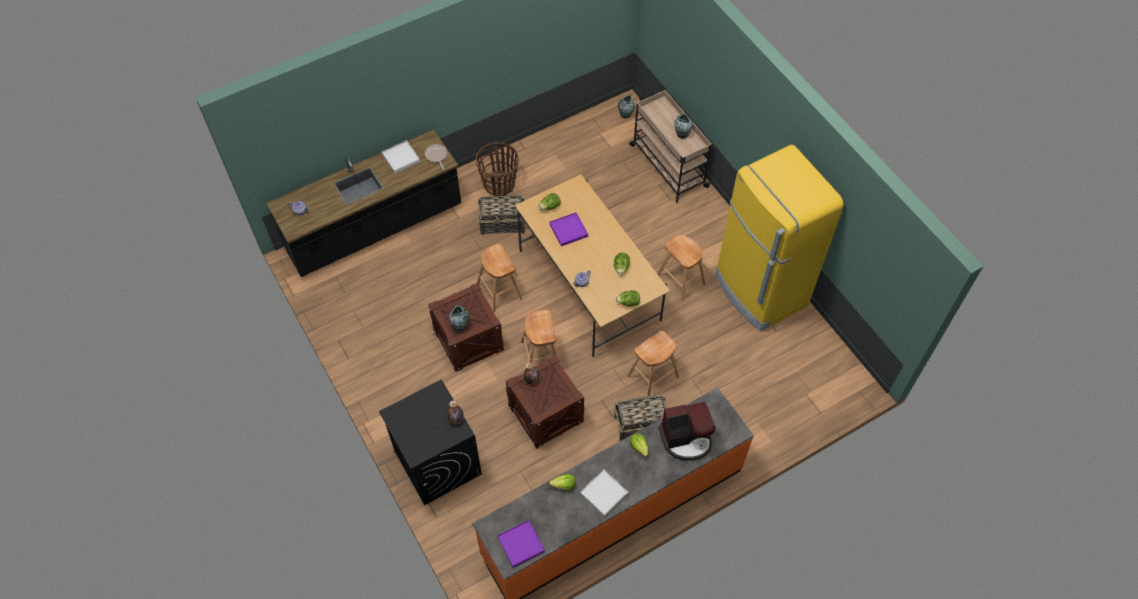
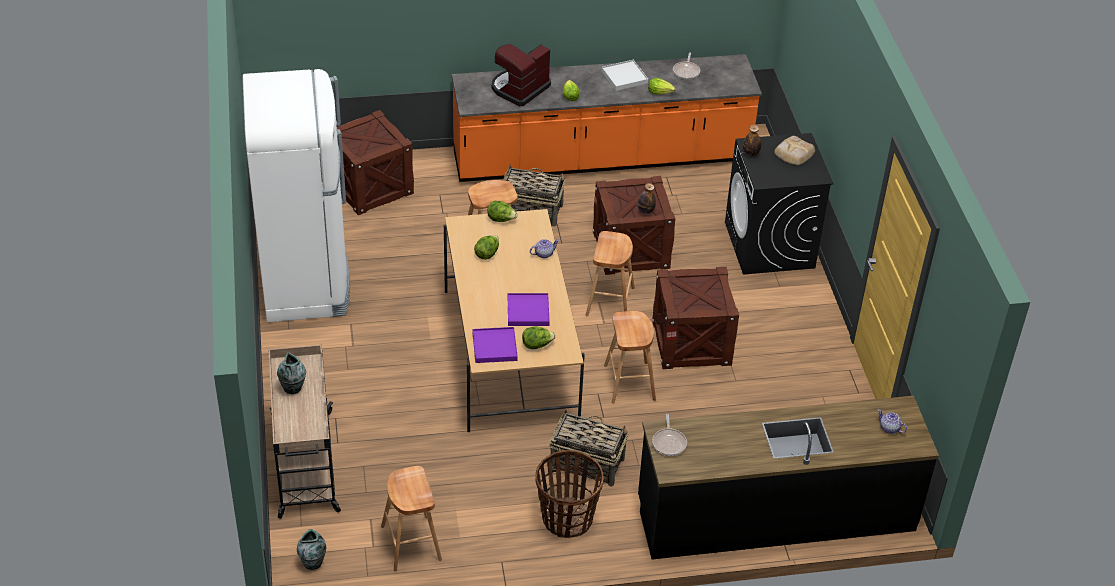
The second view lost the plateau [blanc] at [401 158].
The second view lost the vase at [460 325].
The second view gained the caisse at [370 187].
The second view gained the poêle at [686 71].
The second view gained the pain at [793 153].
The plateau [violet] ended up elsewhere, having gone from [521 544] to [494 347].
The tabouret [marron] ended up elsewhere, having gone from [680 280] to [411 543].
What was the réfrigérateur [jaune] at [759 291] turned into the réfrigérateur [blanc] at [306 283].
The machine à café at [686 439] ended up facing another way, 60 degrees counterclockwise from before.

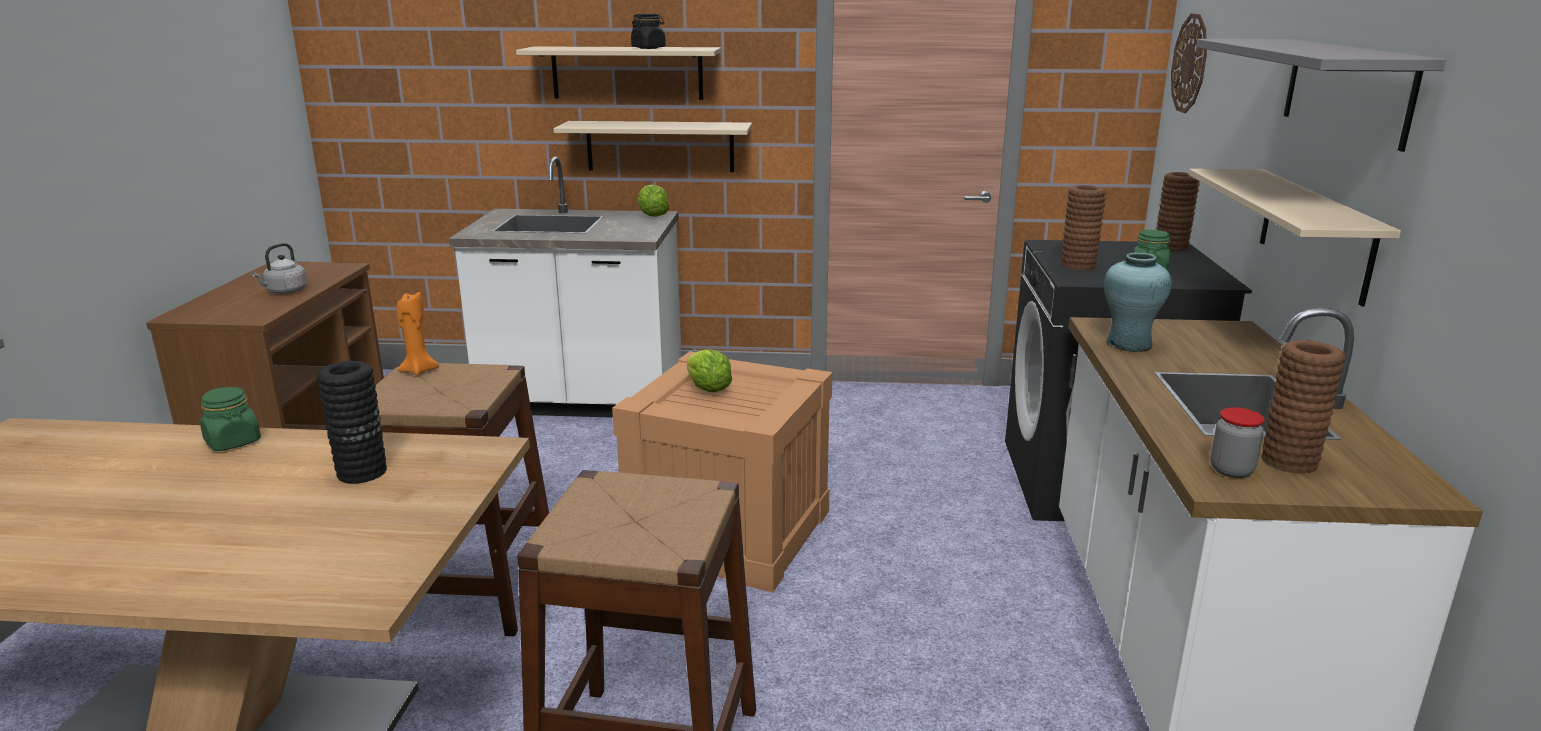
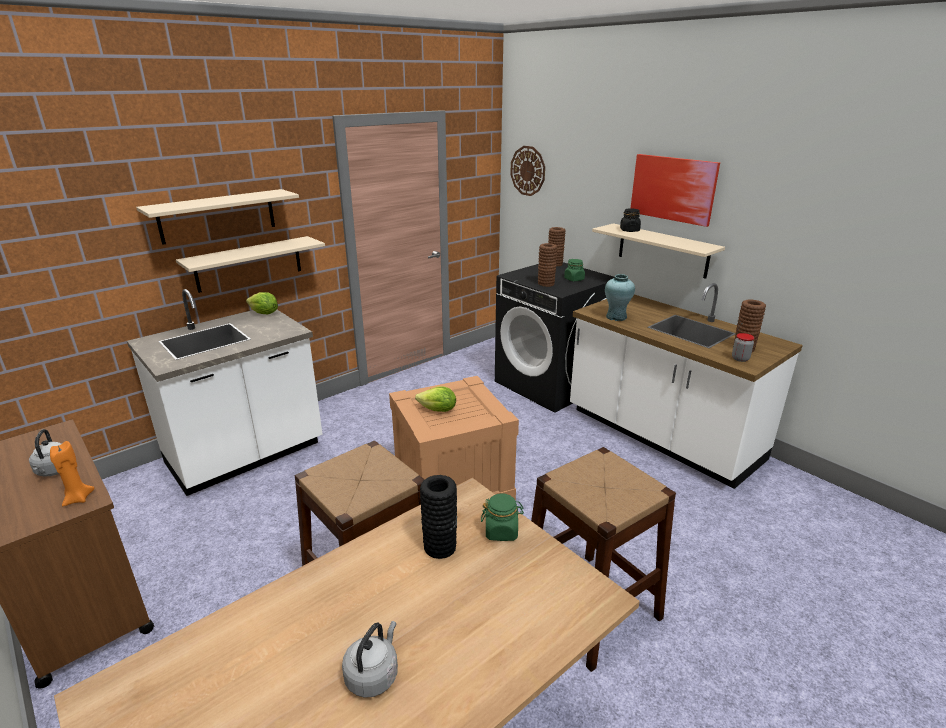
The second view gained the bouilloire [gris] at [373 674].
The bocal [vert] ended up elsewhere, having gone from [233 442] to [501 531].
The bougie [orange] ended up elsewhere, having gone from [418 370] to [78 498].
The bocal [noir] ended up elsewhere, having gone from [648 48] to [629 230].
Where the étagère [gris] hung at [1347 90], the tableau came to hang at [673 189].

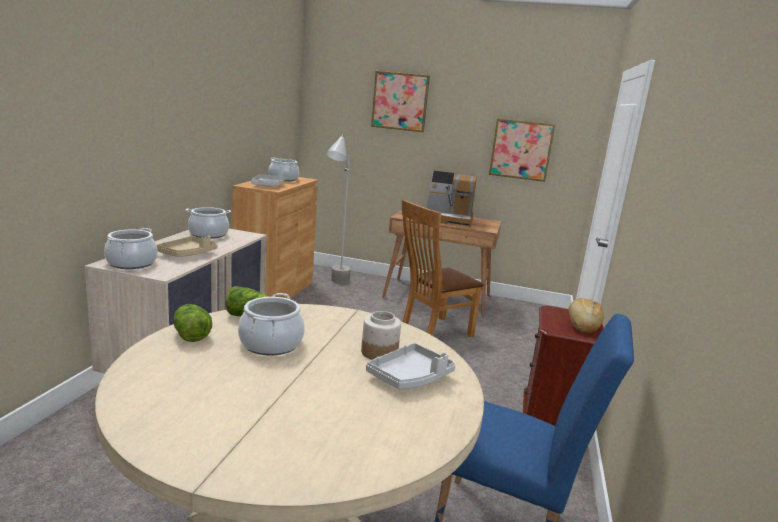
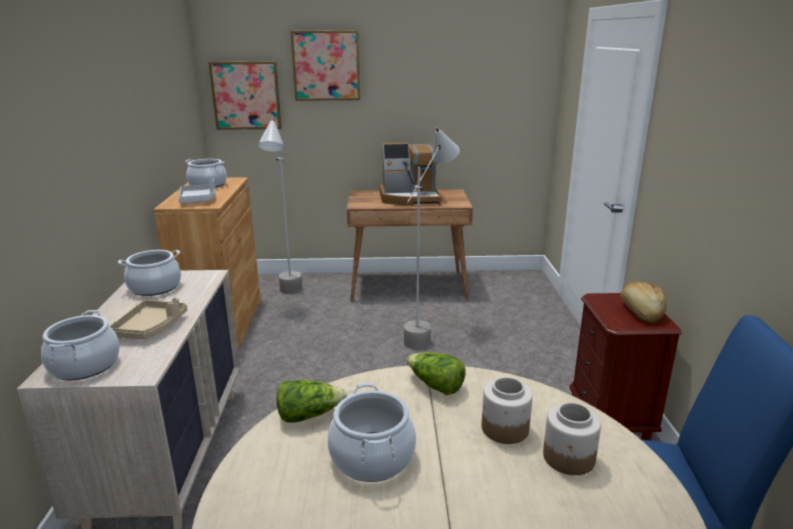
The laitue ended up elsewhere, having gone from [190 334] to [435 385].
The tableau ended up elsewhere, having gone from [521 149] to [246 95].
Where the plateau [gris] stood at [410 377], the bocal came to stand at [569 458].
Where the chaise [marron] stood at [432 331], the lampadaire [gris] came to stand at [428 333].

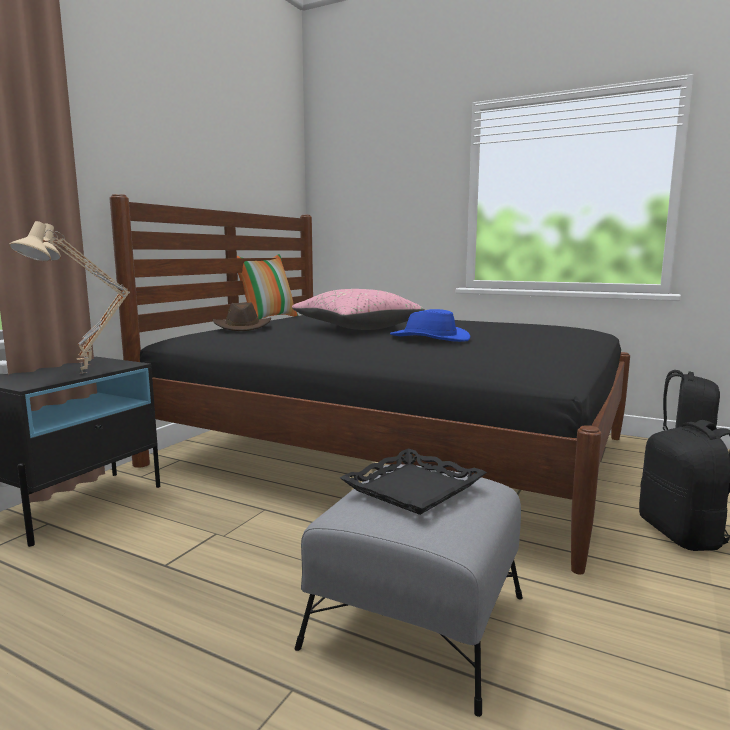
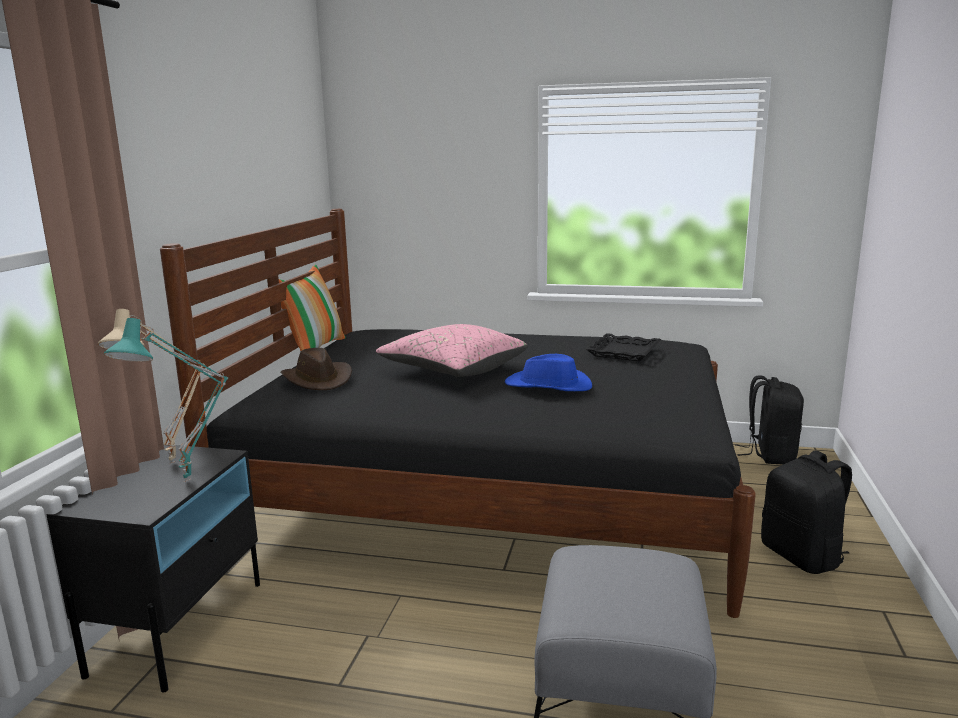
The plateau [noir] ended up elsewhere, having gone from [414 489] to [624 352].
What was the lampe de table [beige] at [84 374] turned into the lampe de table [turquoise] at [189 482].

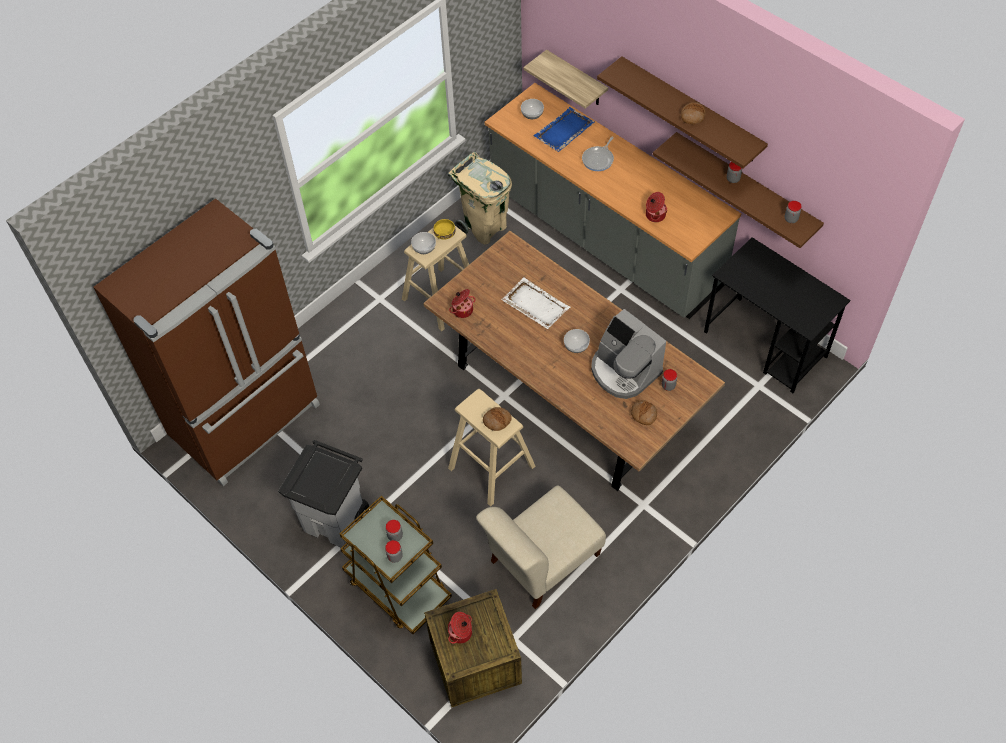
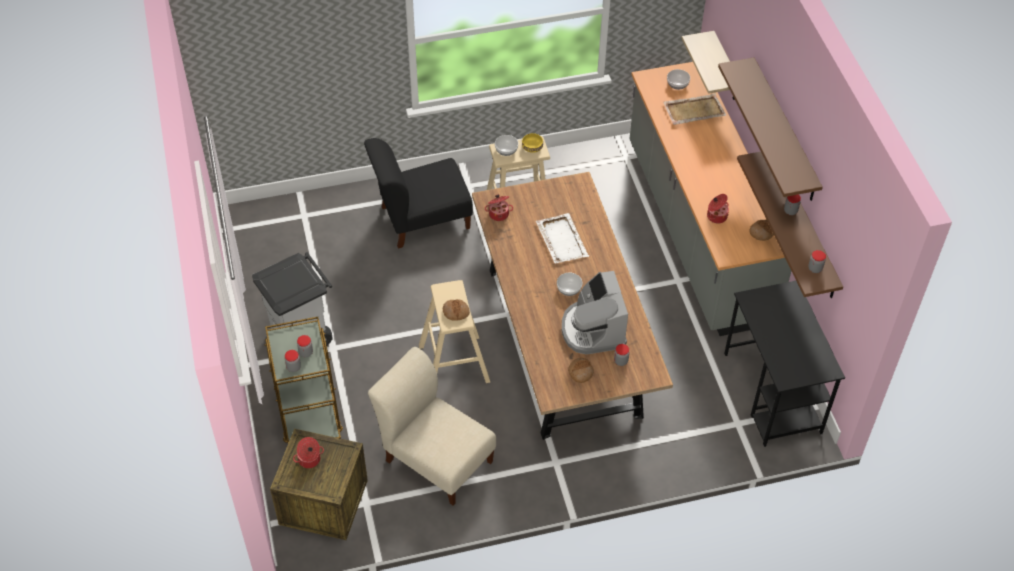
The second view lost the réfrigérateur [marron] at [248 422].
The second view lost the poubelle [beige] at [484 228].
The second view lost the poêle at [599 159].
The second view gained the chaise [noir] at [421 219].
The pain ended up elsewhere, having gone from [692 116] to [762 232].
What was the plateau [bleu] at [563 131] turned into the plateau [beige] at [693 111].
The chaise [beige] at [541 561] ended up facing another way, 45 degrees clockwise from before.

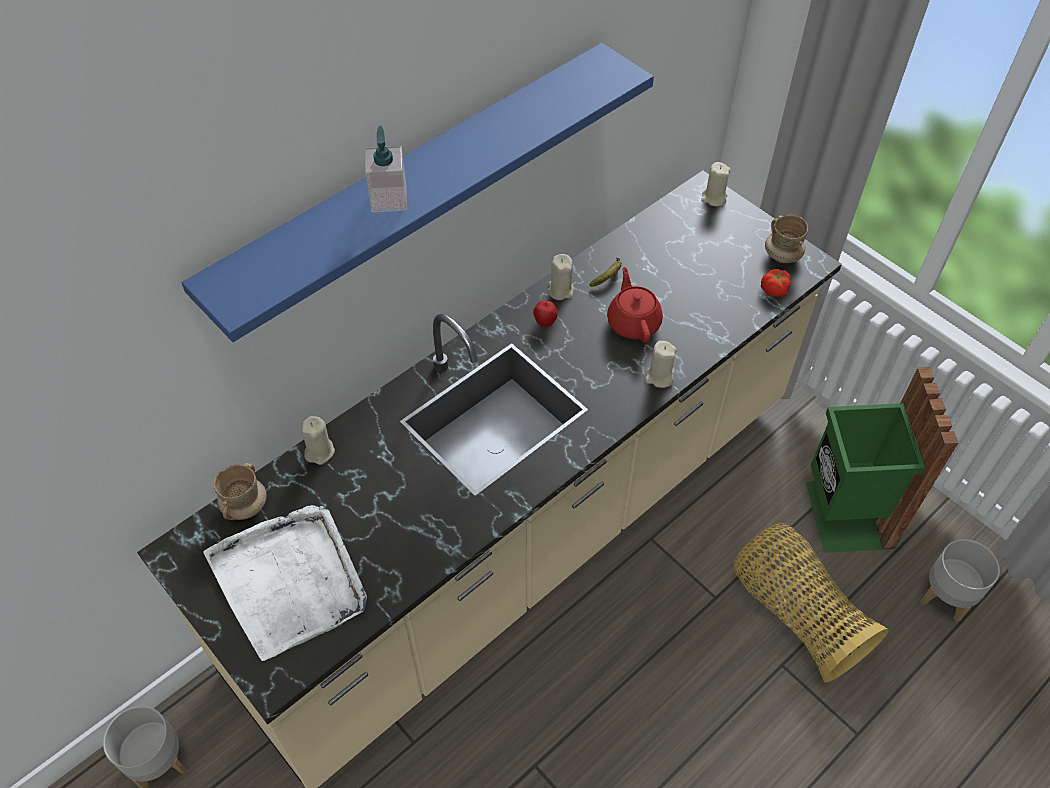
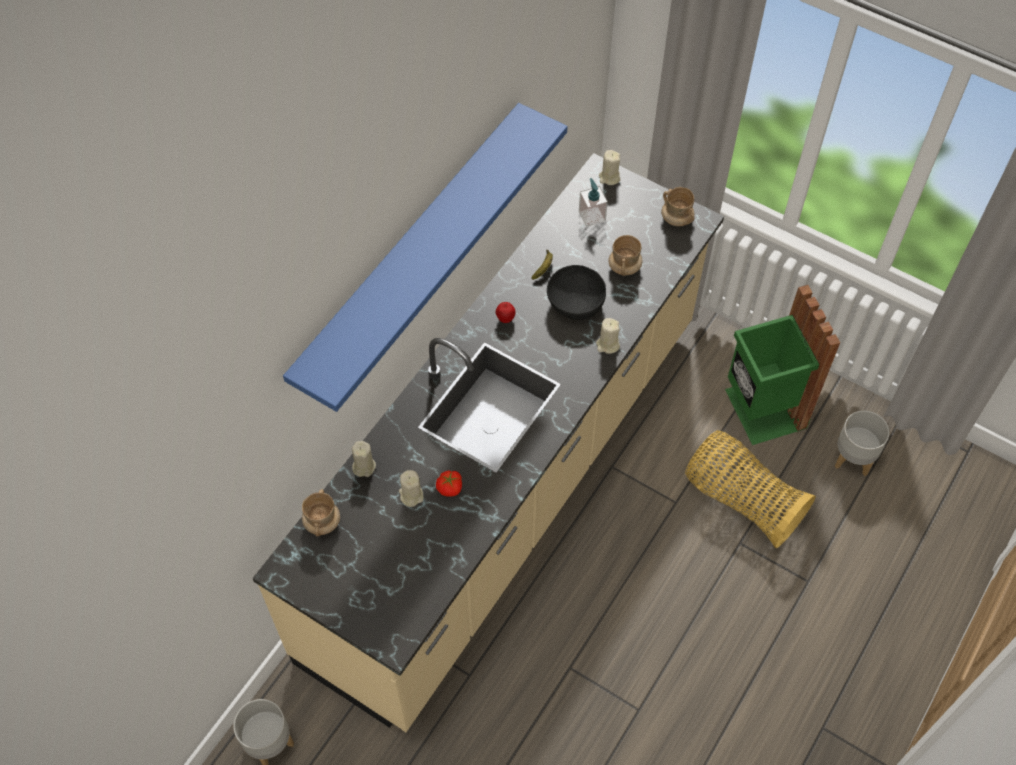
The second view lost the plateau [blanc] at [290 582].
The second view gained the mug [beige] at [624 267].
The distributeur de savon ended up elsewhere, having gone from [389 199] to [592 216].
The bougie [beige] ended up elsewhere, having gone from [560 290] to [411 495].
The tomate ended up elsewhere, having gone from [774 290] to [450 487].
Where the théière [rouge] stood at [633 322], the bol [noir] came to stand at [575 303].

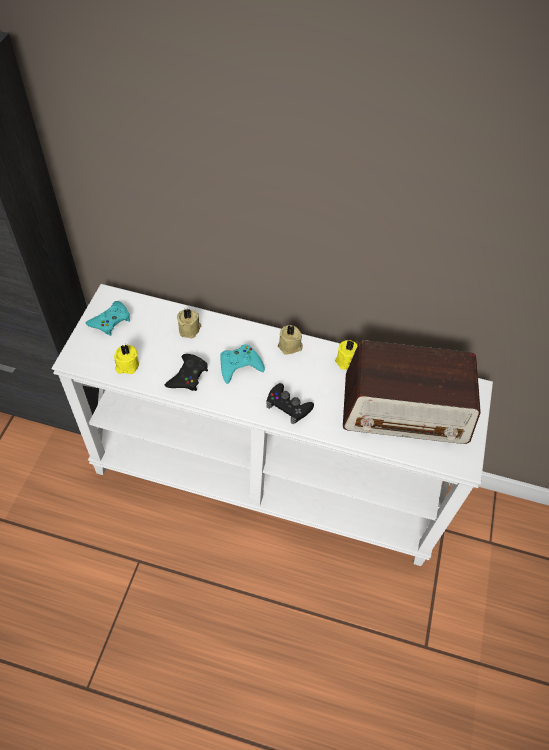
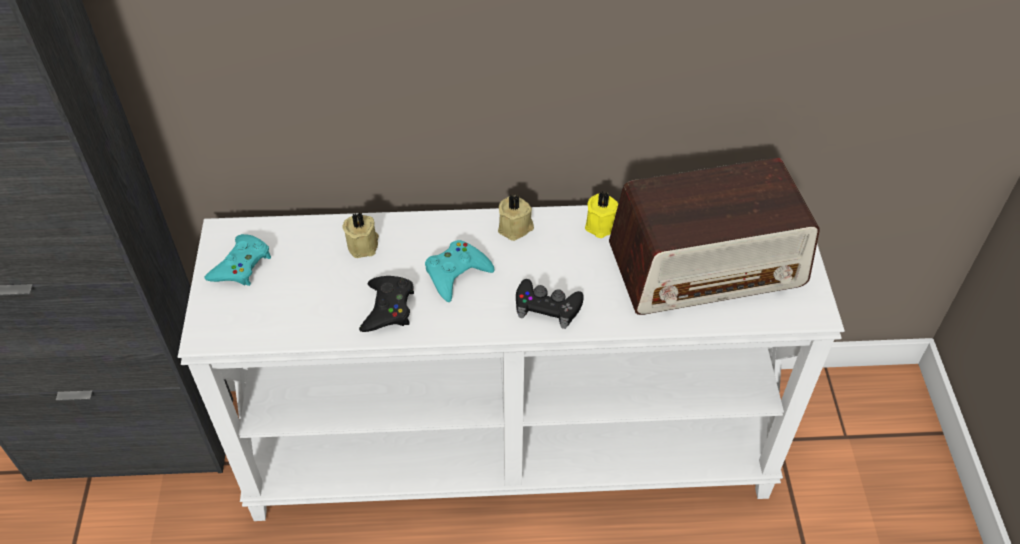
The second view lost the bougie [jaune] at [127 365].

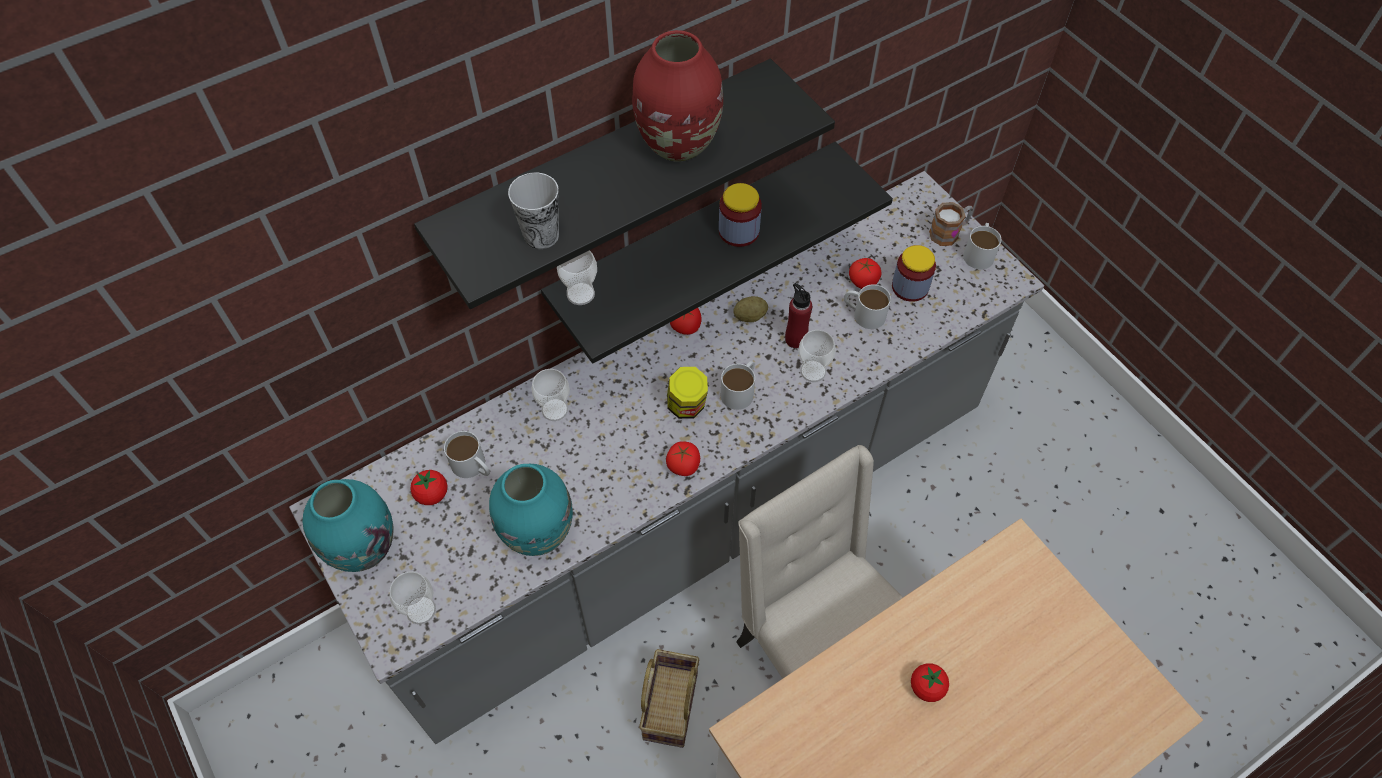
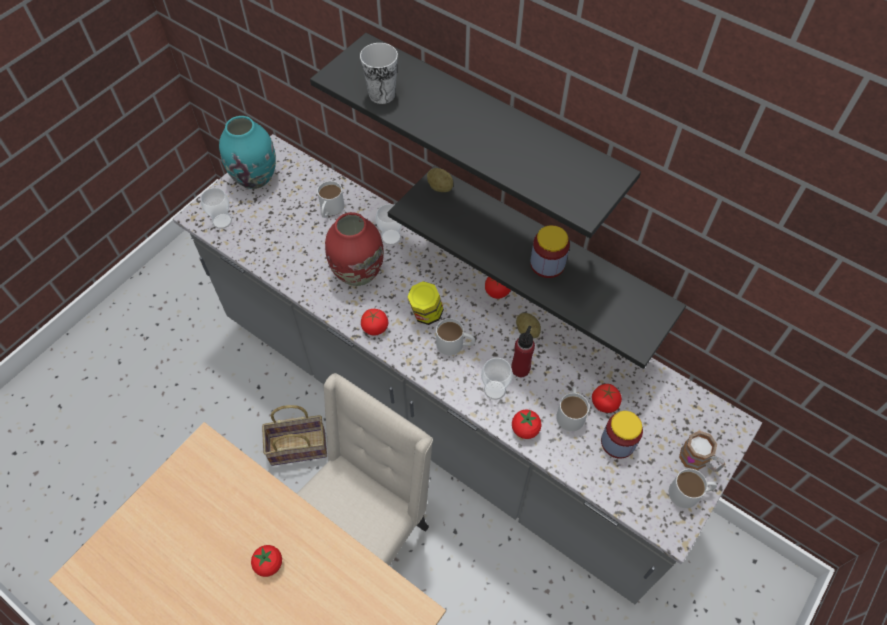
The second view lost the vase [turquoise] at [538 534].
The tomate ended up elsewhere, having gone from [432 494] to [525 429].
The vase [rouge] ended up elsewhere, having gone from [678 145] to [357 273].
Where the tasse stood at [580 294], the pomme de terre came to stand at [440 187].

